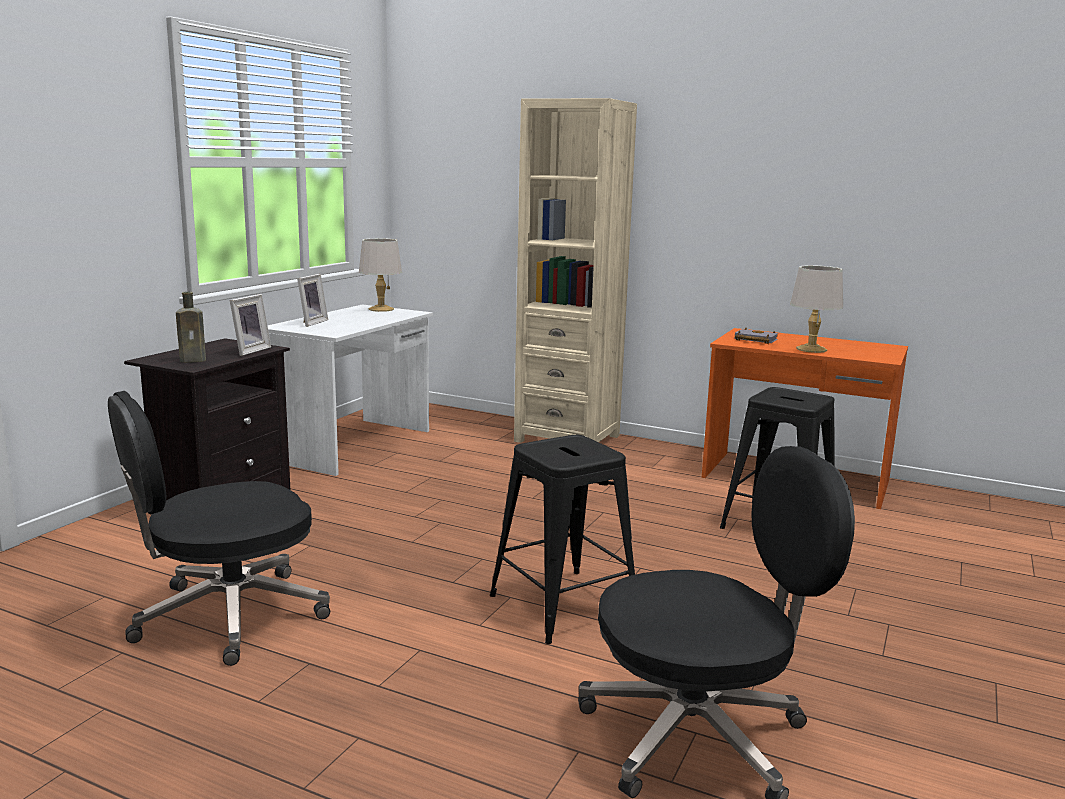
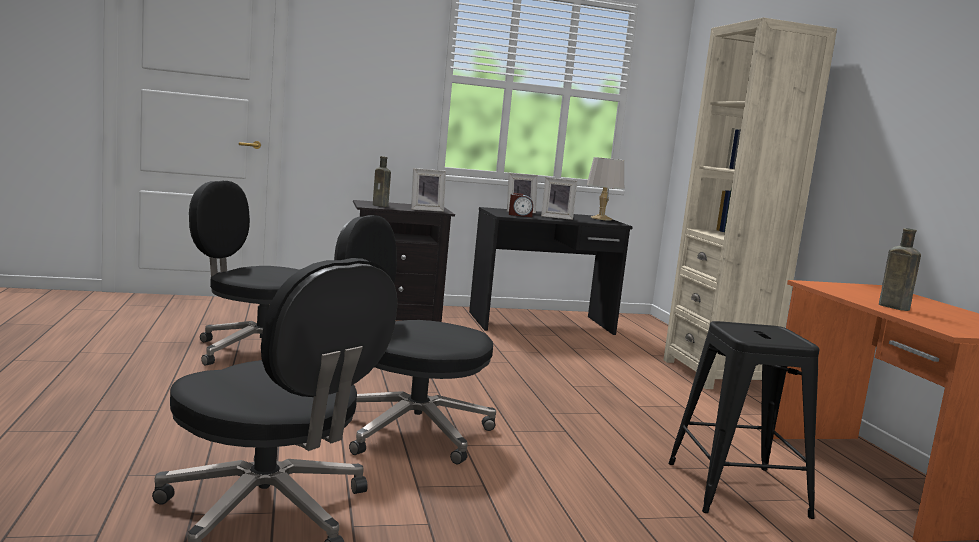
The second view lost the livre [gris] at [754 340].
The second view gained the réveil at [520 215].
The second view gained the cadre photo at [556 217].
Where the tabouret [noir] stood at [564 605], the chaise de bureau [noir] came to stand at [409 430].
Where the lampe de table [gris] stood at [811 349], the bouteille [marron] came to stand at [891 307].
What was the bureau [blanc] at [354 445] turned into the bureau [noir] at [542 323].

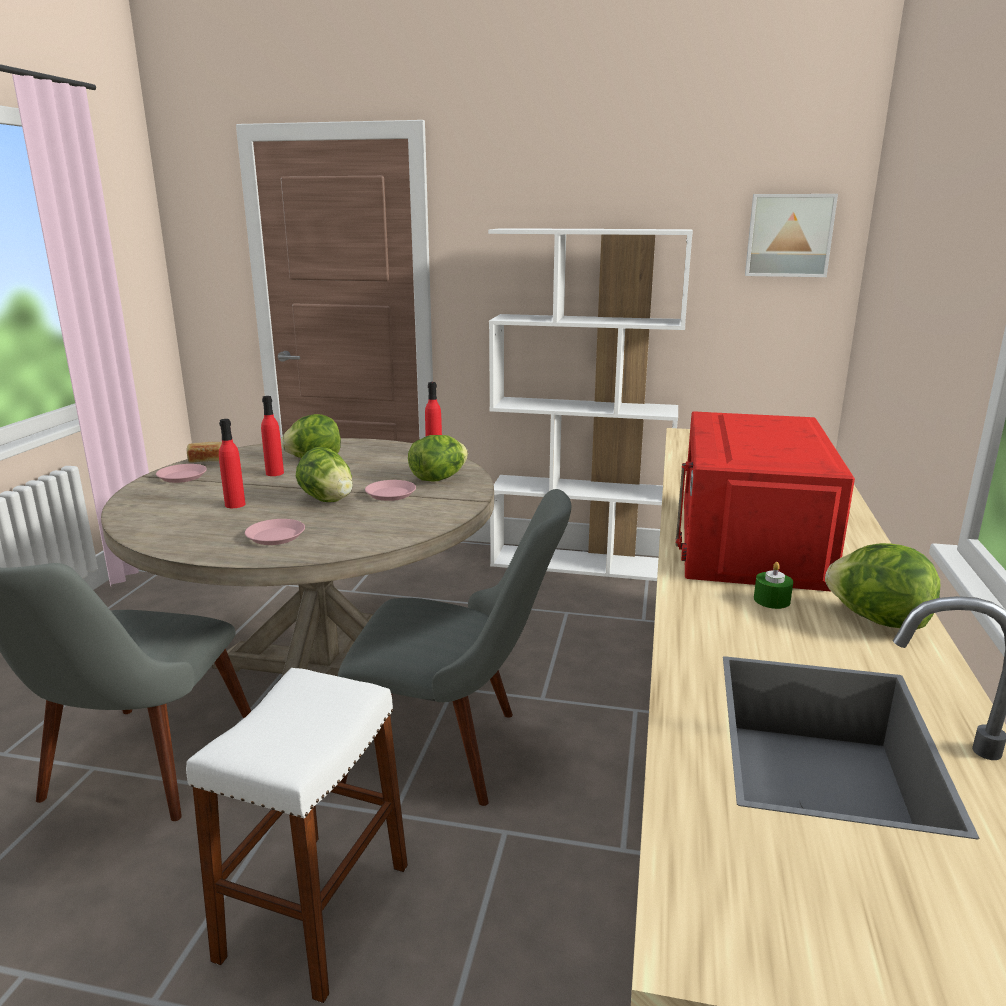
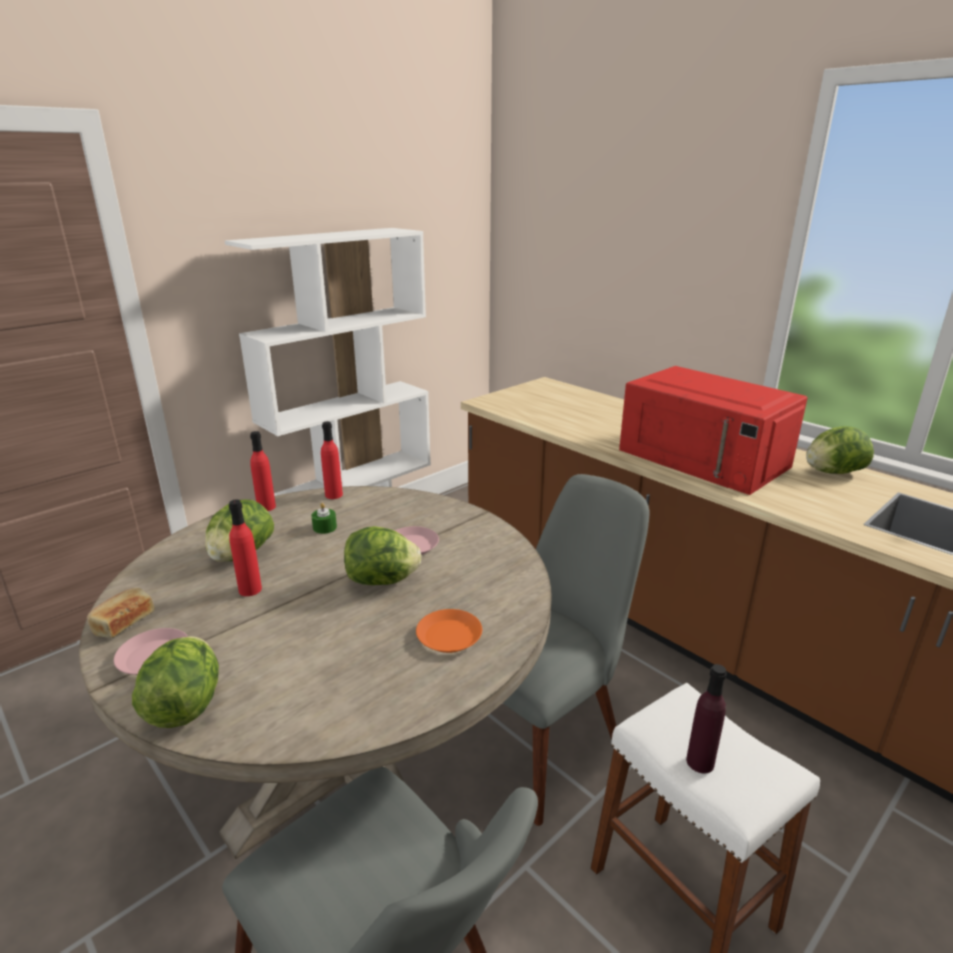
The second view lost the tableau at [789 235].
The second view gained the bouteille [violet] at [700 762].
The bouteille [rouge] ended up elsewhere, having gone from [235 504] to [266 507].
The laitue ended up elsewhere, having gone from [438 479] to [185 706].
The bougie [vert] ended up elsewhere, having gone from [771 600] to [325 527].
What was the assiette [rose] at [275 536] turned into the assiette [orange] at [449 636].

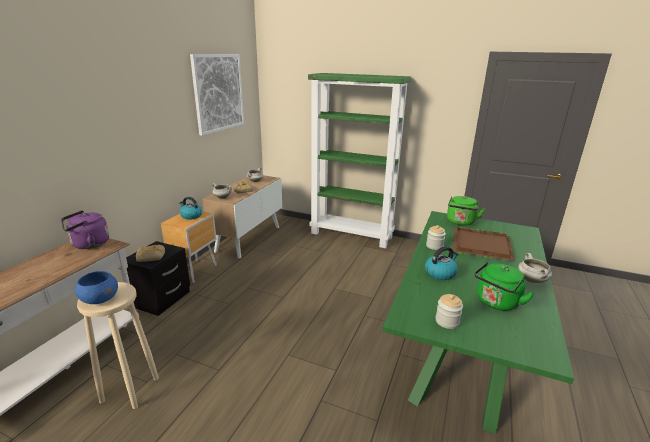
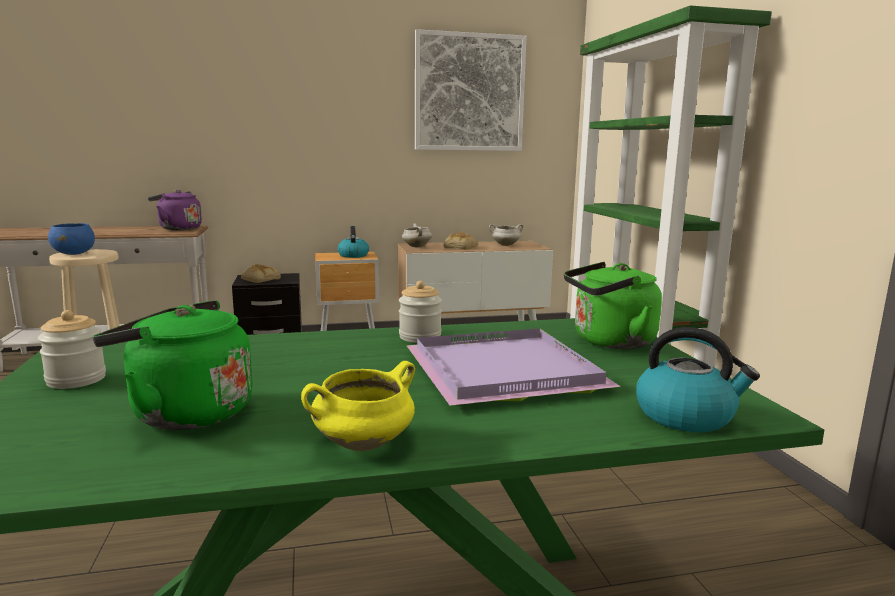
The bouilloire ended up elsewhere, having gone from [440 273] to [686 416].
What was the plateau [marron] at [480 246] turned into the plateau [violet] at [499 371].
What was the marmite [blanc] at [532 280] turned into the marmite [jaune] at [362 444].

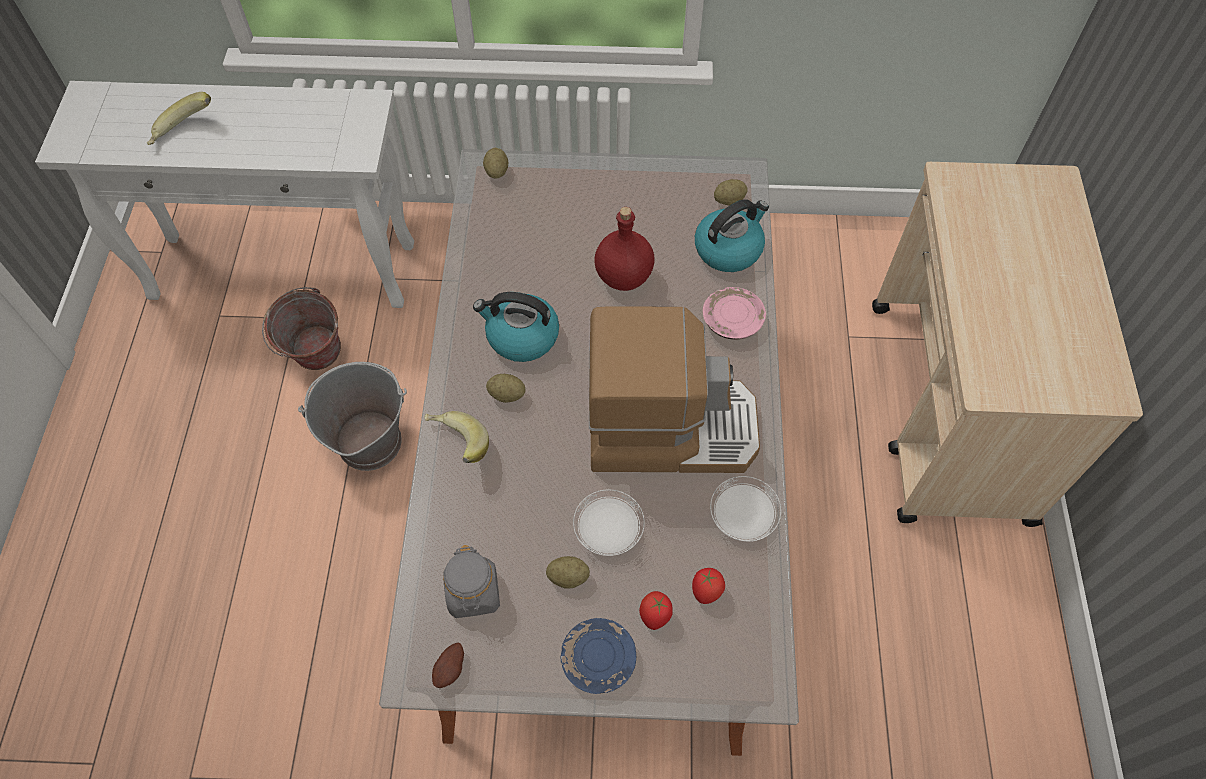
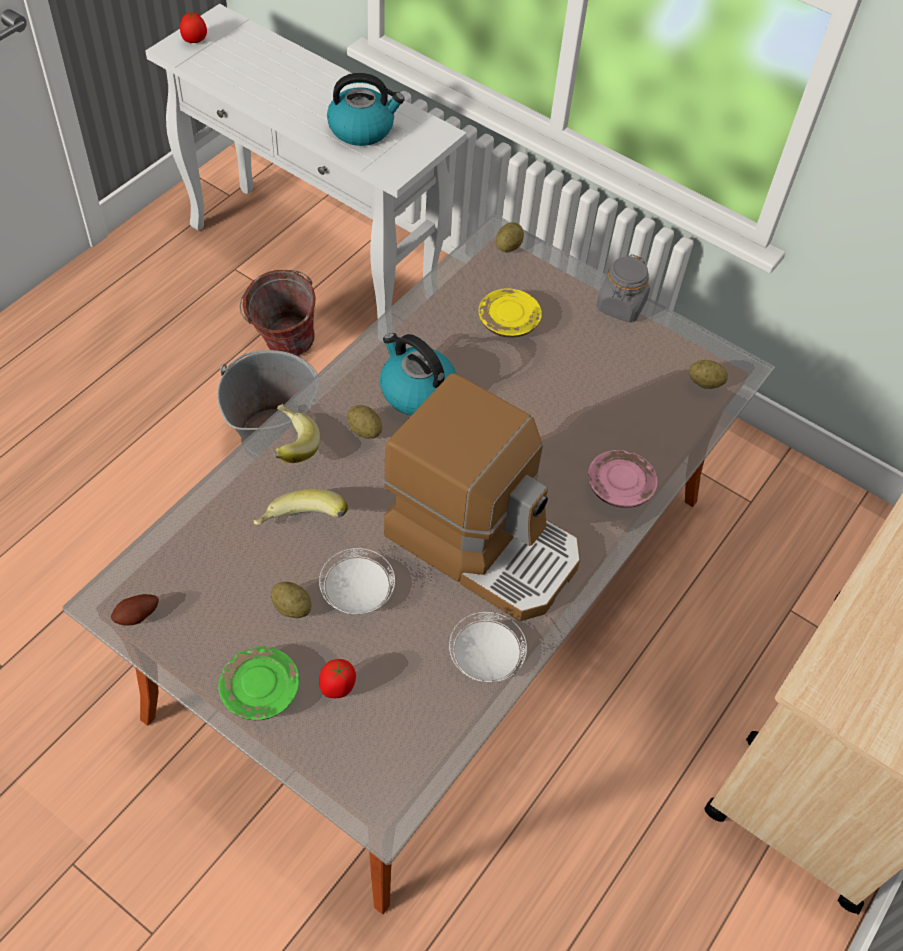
The second view lost the bouteille [rouge] at [623 277].
The second view gained the assiette [jaune] at [508 322].
The banane ended up elsewhere, having gone from [185 133] to [301 526].
The bocal [gris] ended up elsewhere, having gone from [473 593] to [620 306].
The tomate ended up elsewhere, having gone from [706 592] to [195 41].
The bouilloire ended up elsewhere, having gone from [728 249] to [362 129].
What was the assiette [bleu] at [598 660] turned into the assiette [vert] at [260 690].

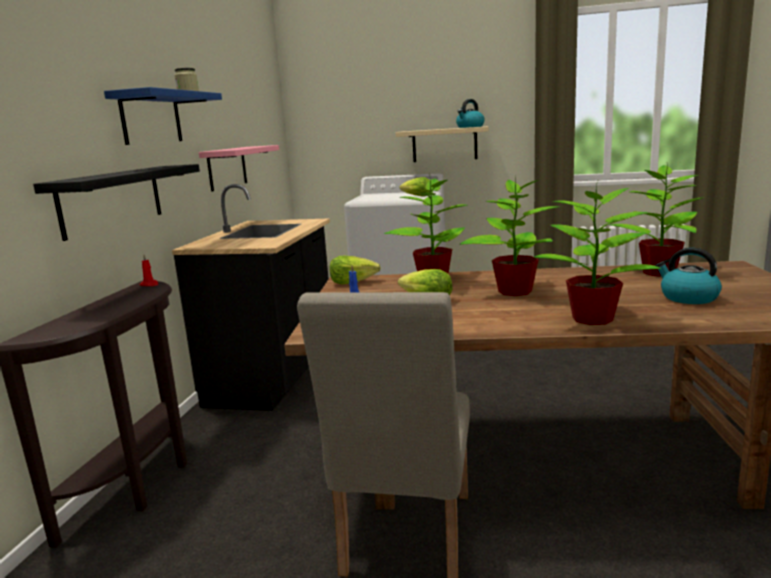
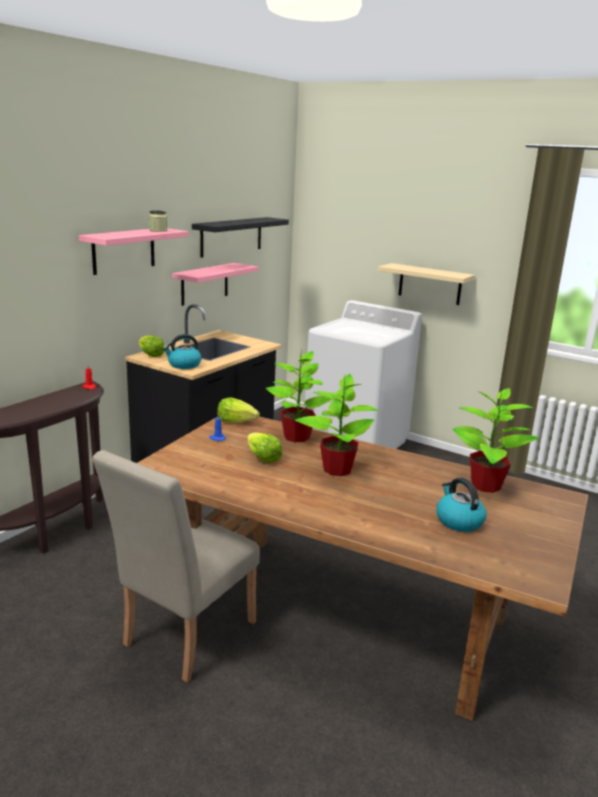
The second view lost the plante en pot at [593 318].
The étagère [noir] ended up elsewhere, having gone from [112 200] to [231 236].
The laitue ended up elsewhere, having gone from [416 196] to [150 355].
The bouilloire ended up elsewhere, having gone from [470 127] to [184 365].
What was the étagère [bleu] at [151 118] turned into the étagère [rose] at [124 250].

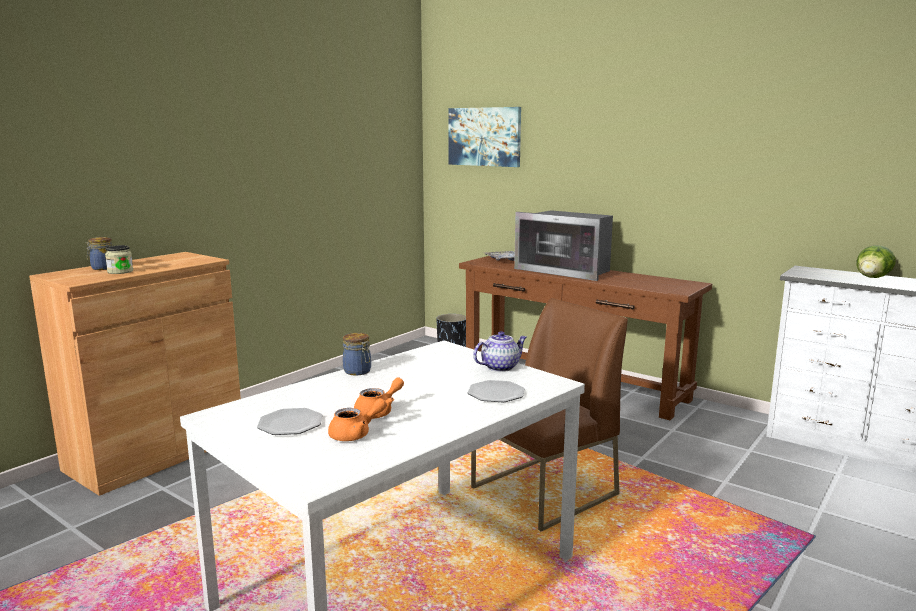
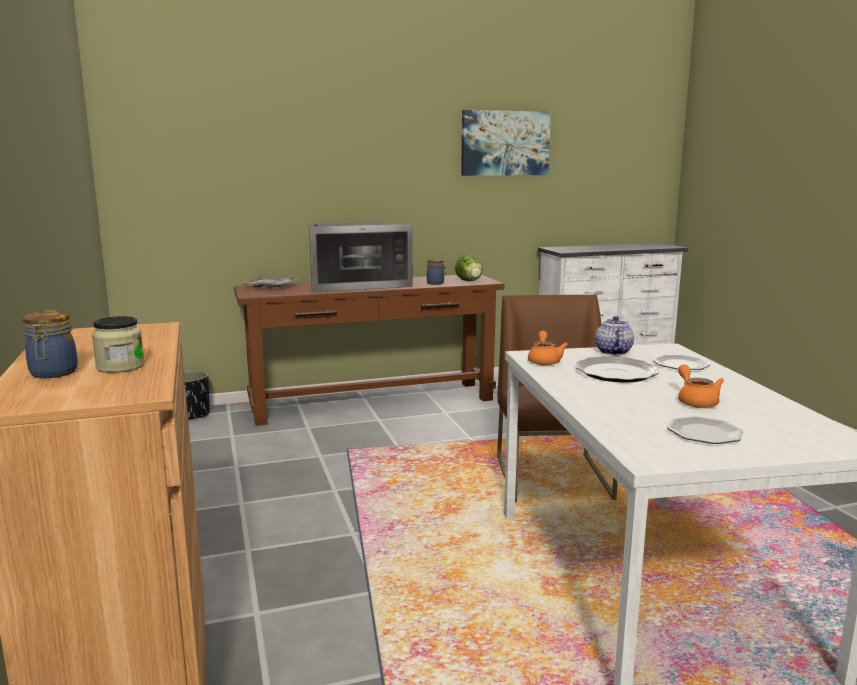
The second view gained the assiette at [616 373].
The théière [orange] ended up elsewhere, having gone from [356 434] to [544 361].
The bocal ended up elsewhere, having gone from [358 372] to [436 283].
The tableau ended up elsewhere, having gone from [484 136] to [505 143].
The laitue ended up elsewhere, having gone from [871 278] to [470 281].

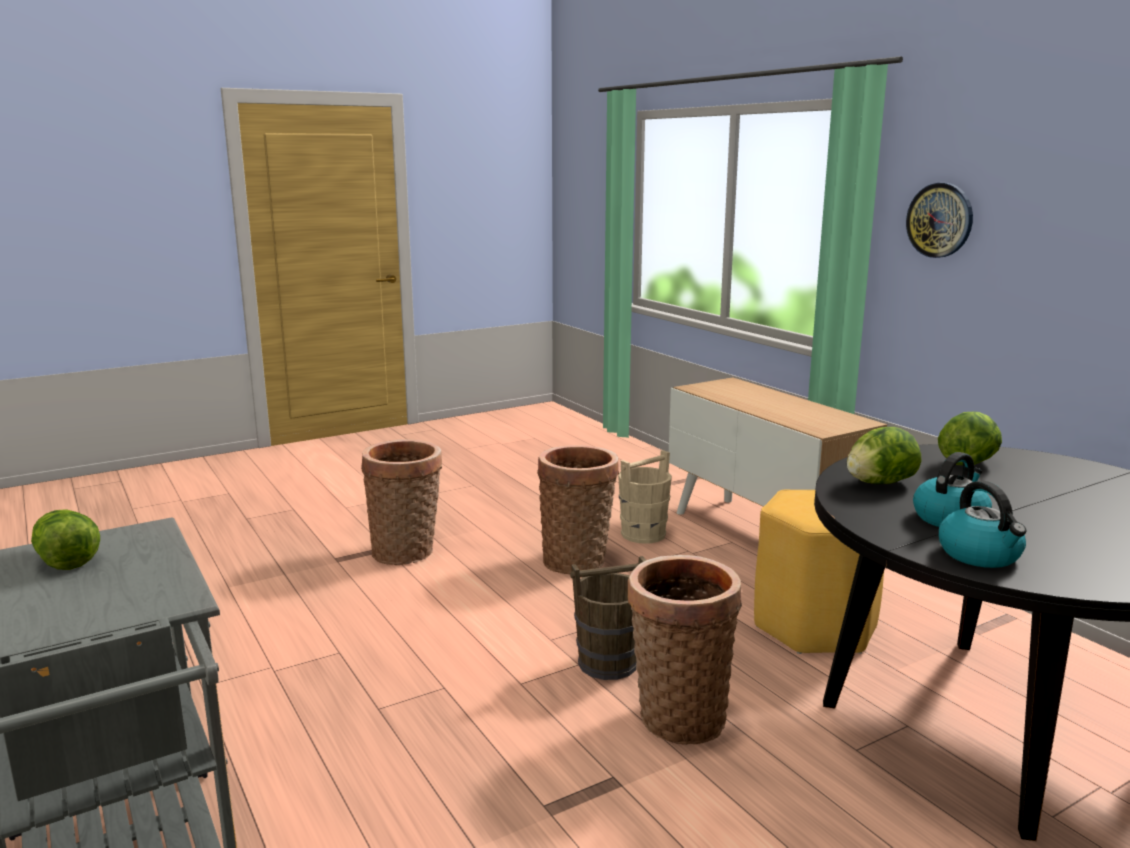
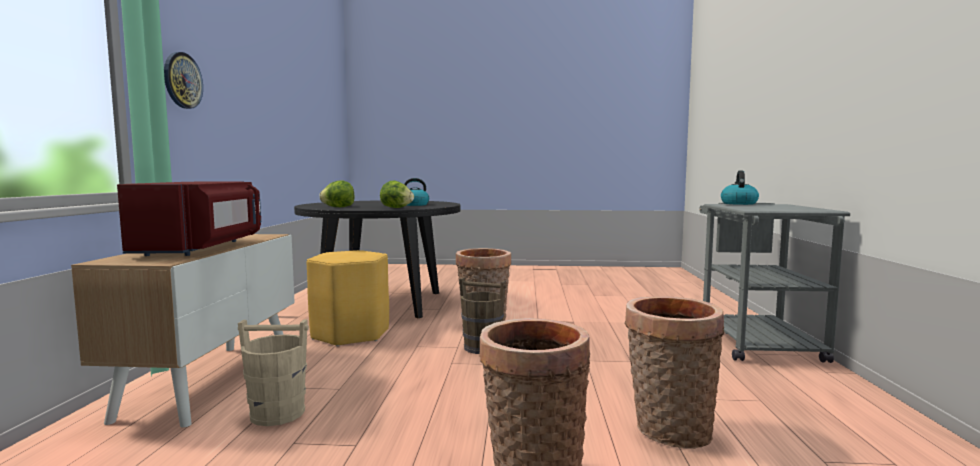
The second view lost the laitue at [66 559].
The second view gained the micro-ondes [rouge] at [203 248].
The panier ended up elsewhere, having gone from [577 560] to [668 430].
The bouilloire ended up elsewhere, having gone from [980 555] to [738 203].

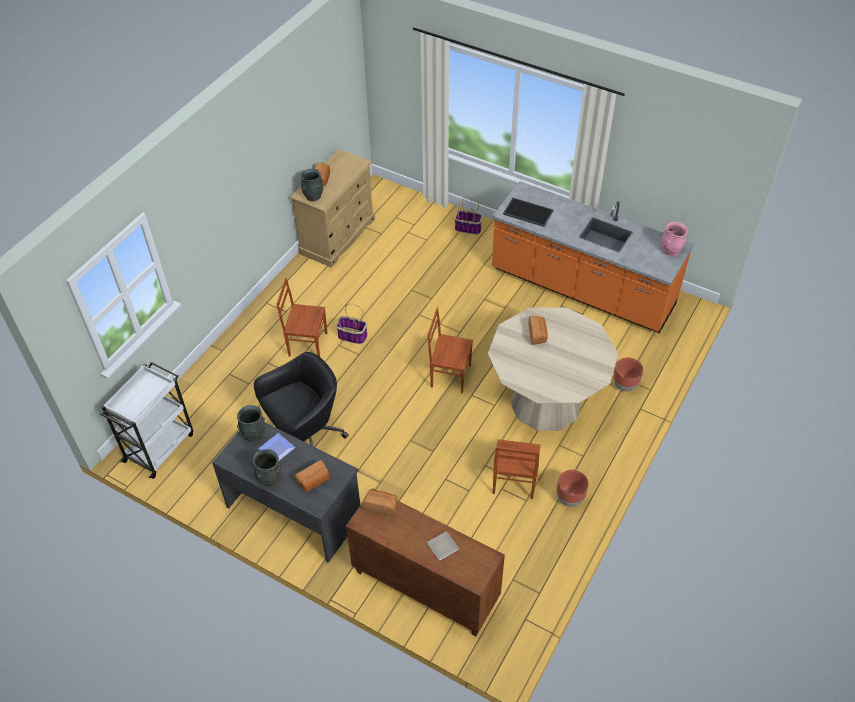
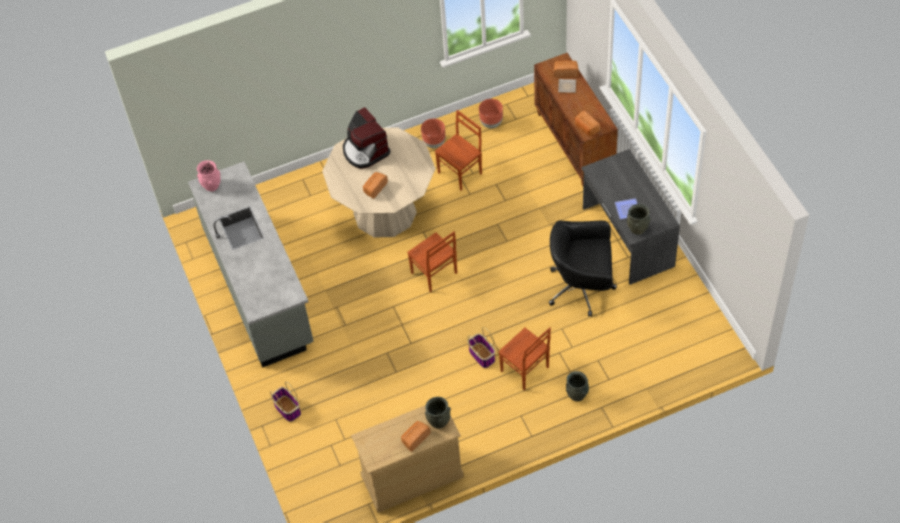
The second view lost the chariot [blanc] at [160 446].
The second view lost the plateau at [527 213].
The second view gained the machine à café at [365 151].
The vase [gris] ended up elsewhere, having gone from [269 479] to [577 394].
The pain ended up elsewhere, having gone from [314 481] to [565 72].
The cache-pot [marron] ended up elsewhere, having gone from [624 385] to [491 123].
What was the comptoir de cuisine [orange] at [582 289] turned into the comptoir de cuisine [gris] at [259 286].

